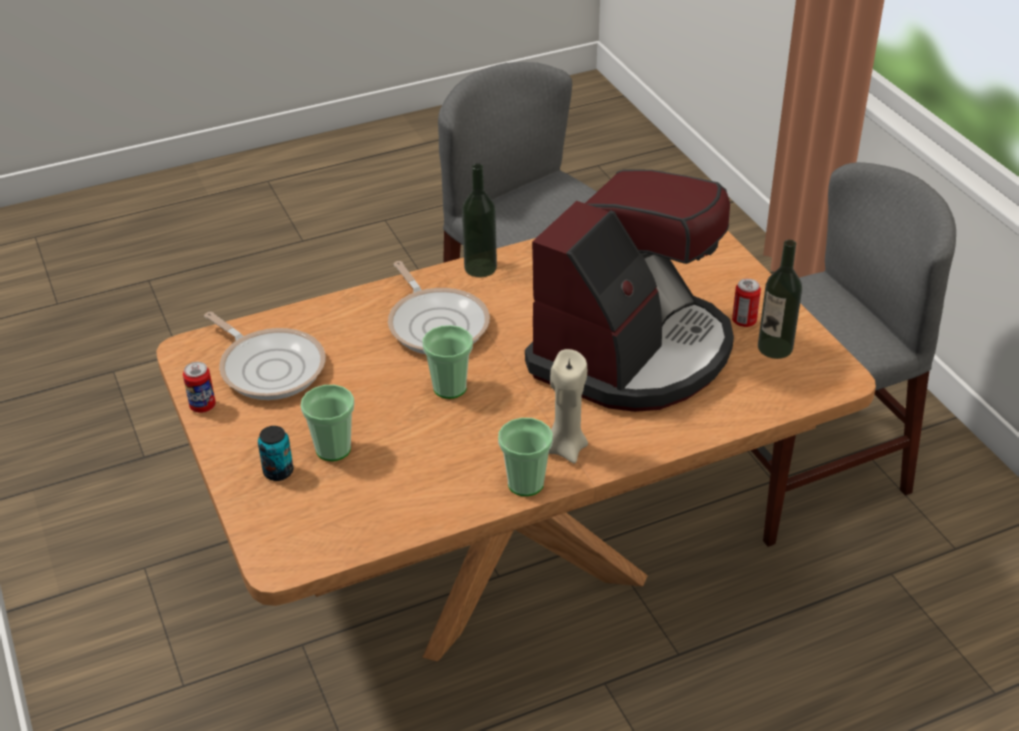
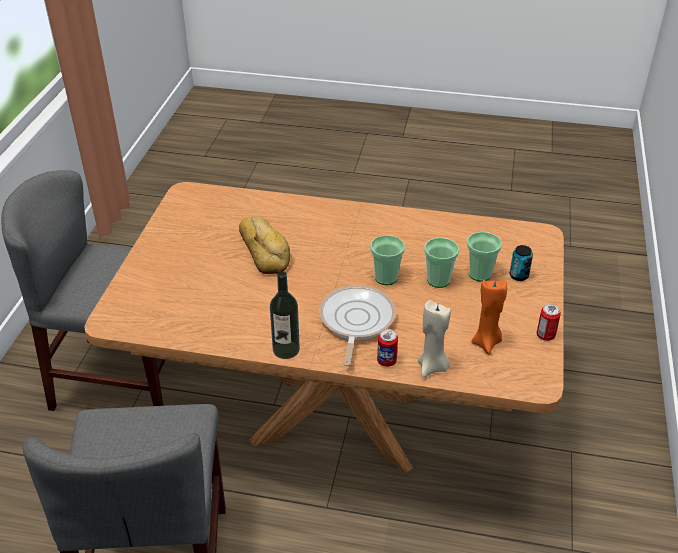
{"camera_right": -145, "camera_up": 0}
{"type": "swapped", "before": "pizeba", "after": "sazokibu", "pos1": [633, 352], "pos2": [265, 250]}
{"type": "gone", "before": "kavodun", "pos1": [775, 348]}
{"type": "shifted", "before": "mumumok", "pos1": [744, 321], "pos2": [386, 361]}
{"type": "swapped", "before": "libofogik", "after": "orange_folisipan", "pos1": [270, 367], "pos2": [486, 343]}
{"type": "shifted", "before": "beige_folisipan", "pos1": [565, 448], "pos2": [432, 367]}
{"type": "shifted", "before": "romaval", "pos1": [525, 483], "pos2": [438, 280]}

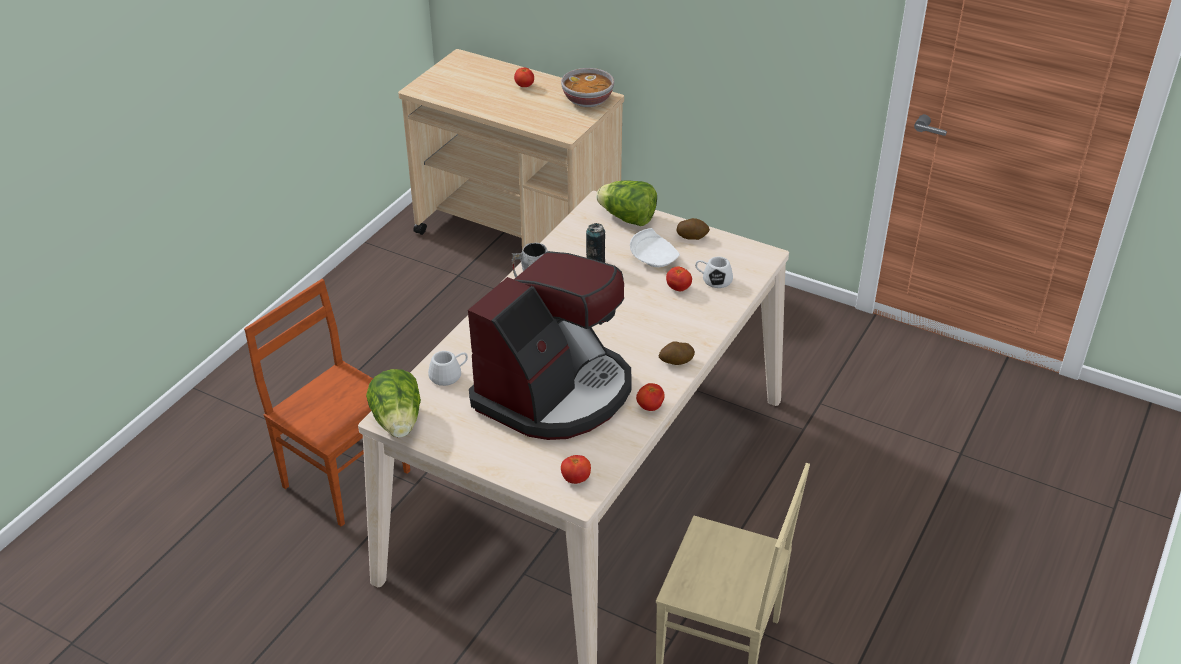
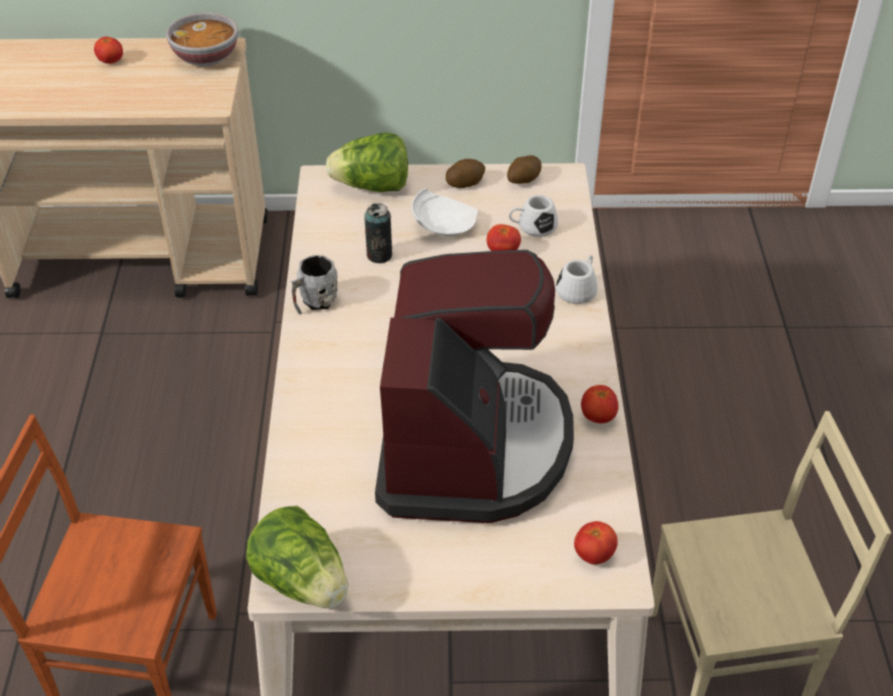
{"camera_right": -30, "camera_up": 5}
{"type": "shifted", "before": "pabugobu", "pos1": [676, 361], "pos2": [523, 180]}
{"type": "shifted", "before": "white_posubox", "pos1": [449, 374], "pos2": [578, 288]}

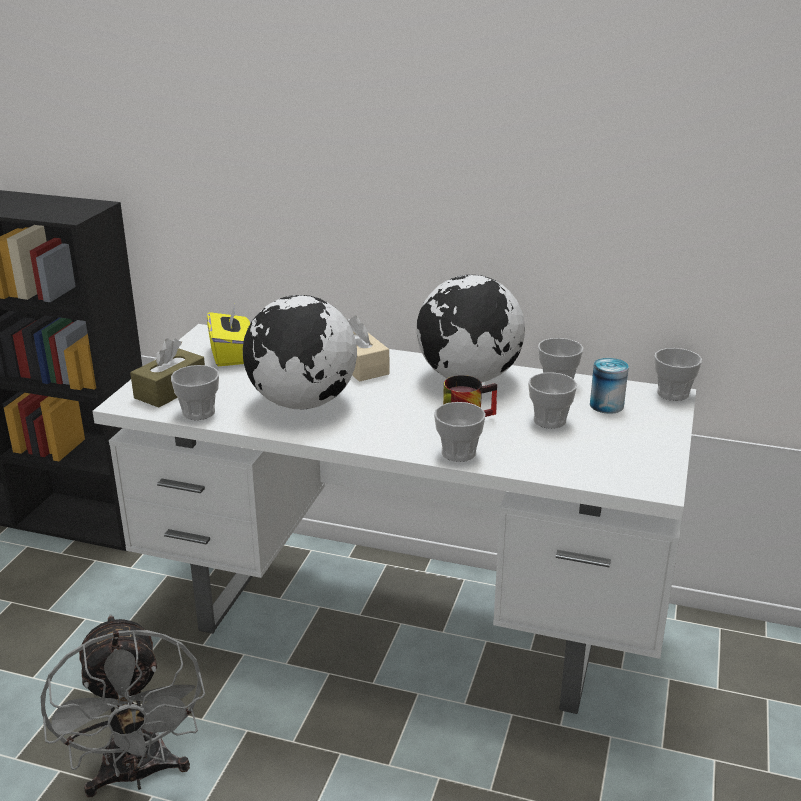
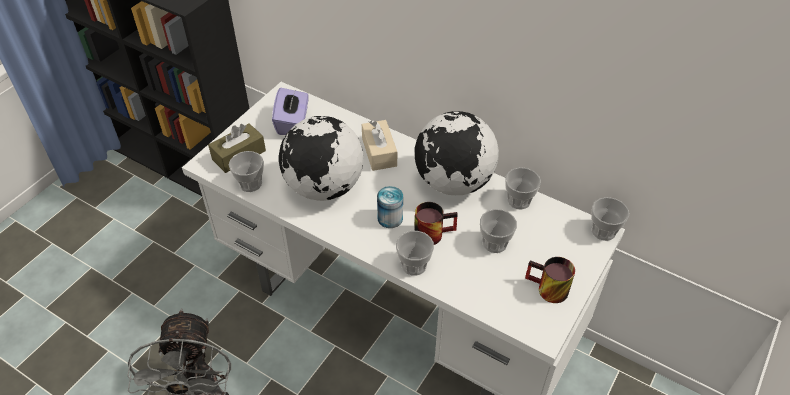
{"camera_right": 15, "camera_up": 20}
{"type": "repainted", "before": "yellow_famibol", "after": "purple_famibol", "pos1": [232, 355], "pos2": [293, 123]}
{"type": "shifted", "before": "mumumok", "pos1": [606, 405], "pos2": [390, 218]}
{"type": "new", "after": "posubox", "pos2": [547, 290]}

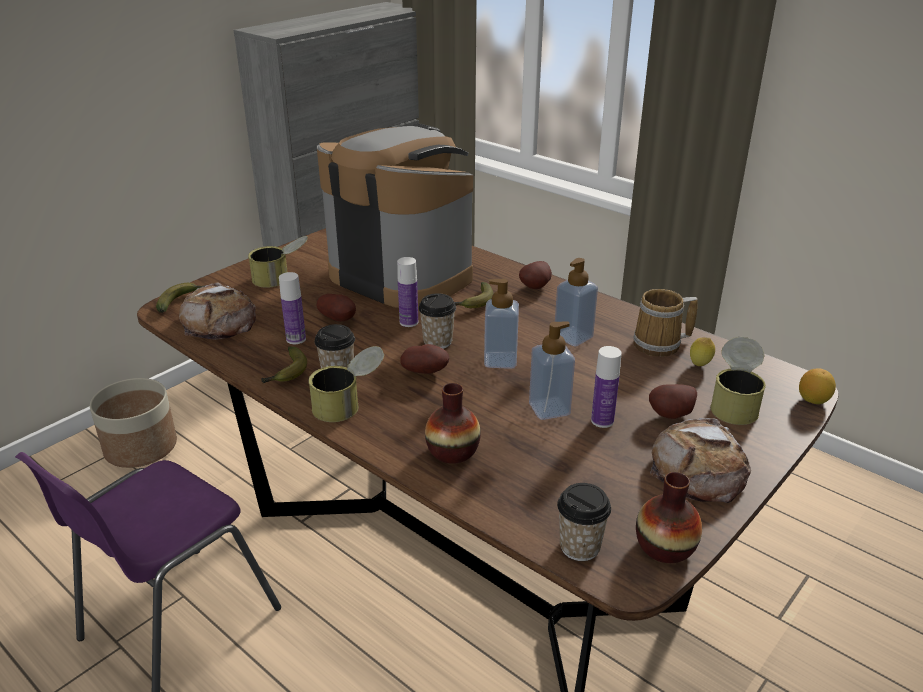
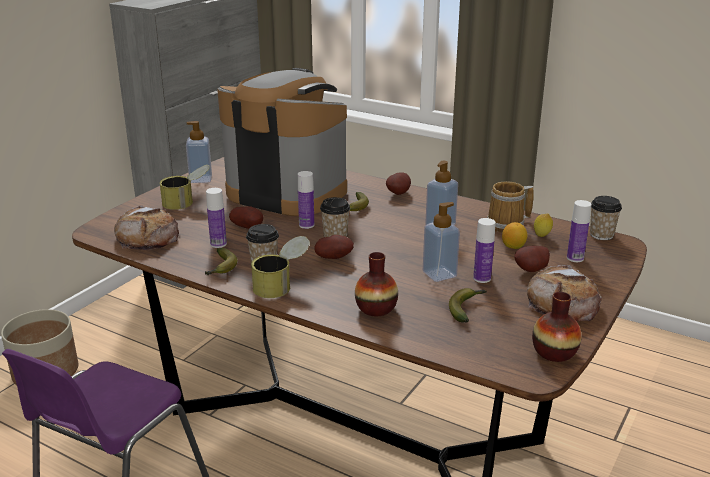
{"camera_right": -10, "camera_up": -5}
{"type": "shifted", "before": "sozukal", "pos1": [500, 360], "pos2": [200, 179]}
{"type": "shifted", "before": "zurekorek", "pos1": [182, 301], "pos2": [467, 308]}
{"type": "swapped", "before": "mumumok", "after": "kavodun", "pos1": [735, 402], "pos2": [575, 258]}
{"type": "shifted", "before": "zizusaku", "pos1": [813, 400], "pos2": [513, 247]}
{"type": "shifted", "before": "romaval", "pos1": [580, 547], "pos2": [601, 235]}

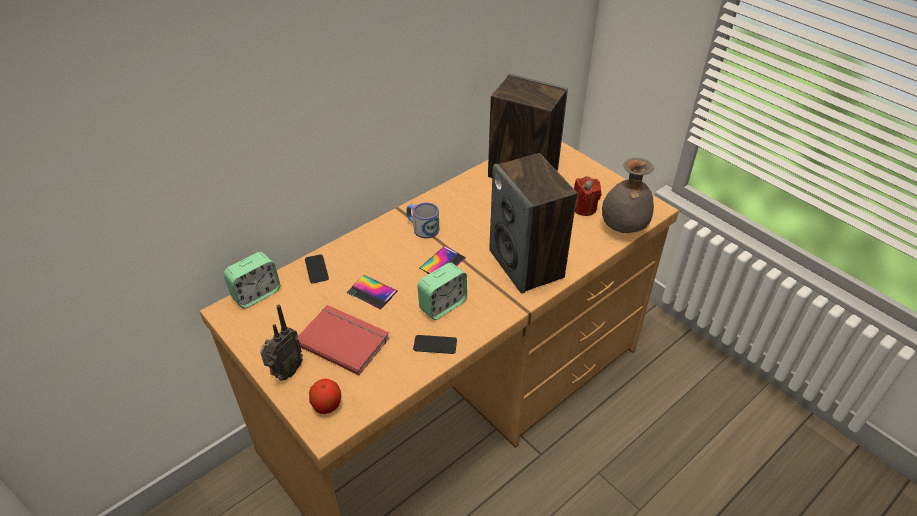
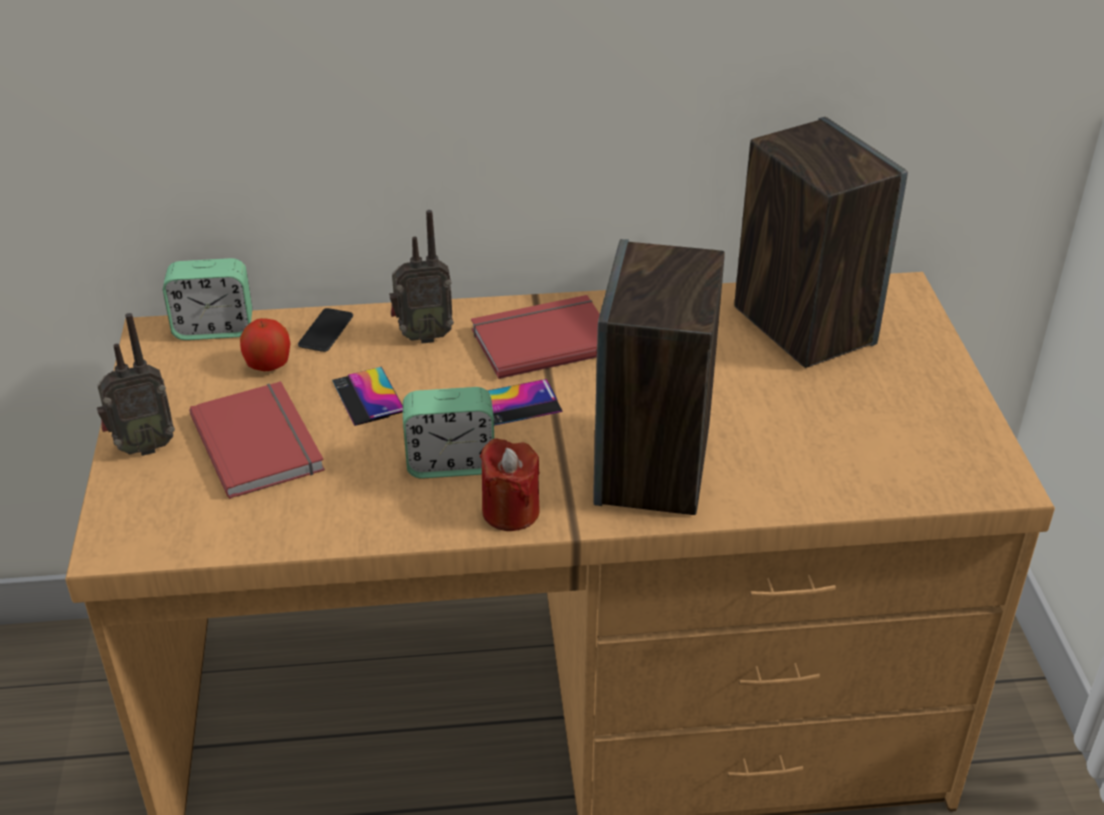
{"camera_right": 35, "camera_up": -5}
{"type": "gone", "before": "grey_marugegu", "pos1": [623, 227]}
{"type": "shifted", "before": "red_folisipan", "pos1": [584, 208], "pos2": [510, 511]}
{"type": "swapped", "before": "posubox", "after": "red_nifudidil", "pos1": [422, 227], "pos2": [542, 339]}
{"type": "gone", "before": "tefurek", "pos1": [435, 345]}
{"type": "shifted", "before": "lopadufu", "pos1": [327, 405], "pos2": [268, 365]}
{"type": "new", "after": "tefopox", "pos2": [422, 336]}

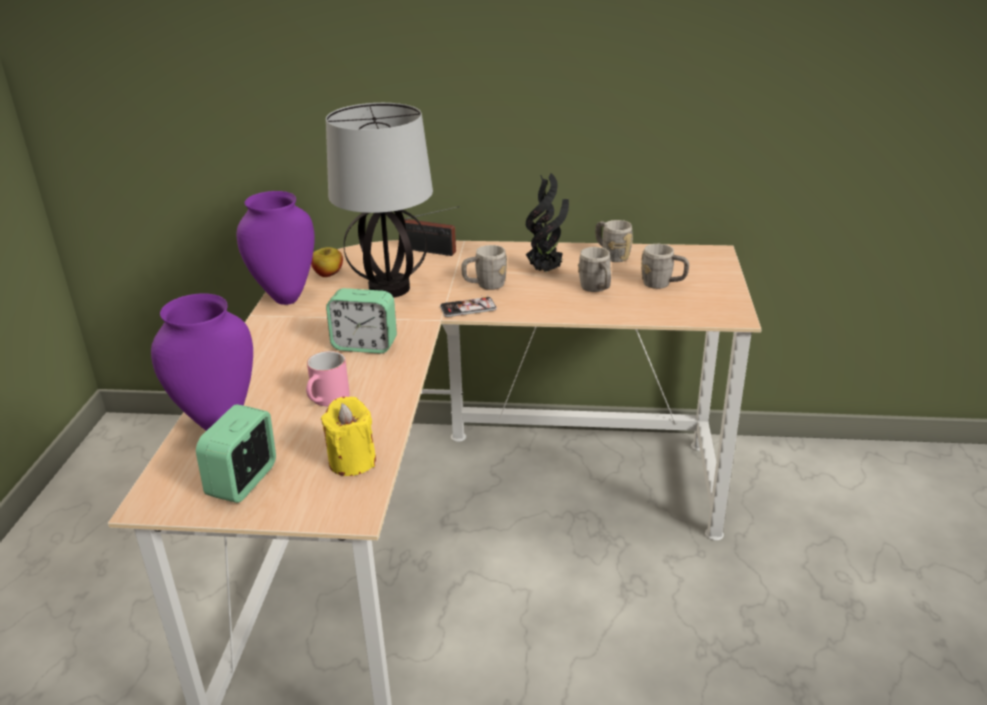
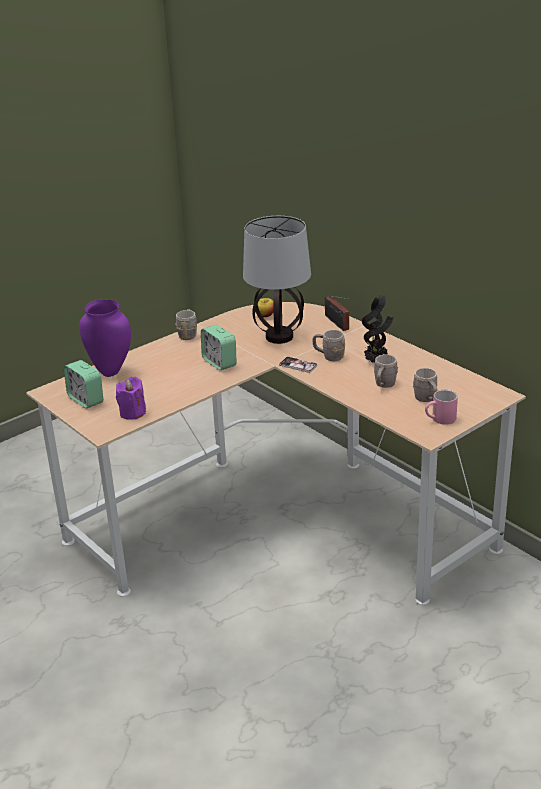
{"camera_right": 45, "camera_up": 0}
{"type": "gone", "before": "purple_marugegu", "pos1": [285, 297]}
{"type": "shifted", "before": "grey_posubox", "pos1": [611, 255], "pos2": [188, 334]}
{"type": "shifted", "before": "pink_posubox", "pos1": [327, 400], "pos2": [440, 420]}
{"type": "repainted", "before": "yellow_folisipan", "after": "purple_folisipan", "pos1": [352, 461], "pos2": [132, 413]}
{"type": "rotated", "before": "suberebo", "pos1": [243, 481], "pos2": [86, 400], "turn": -105}

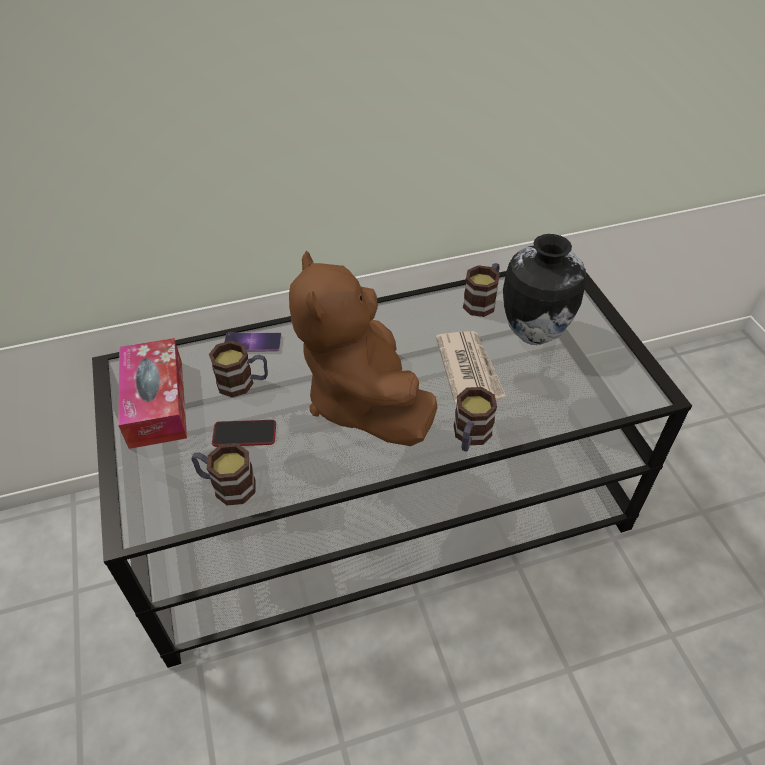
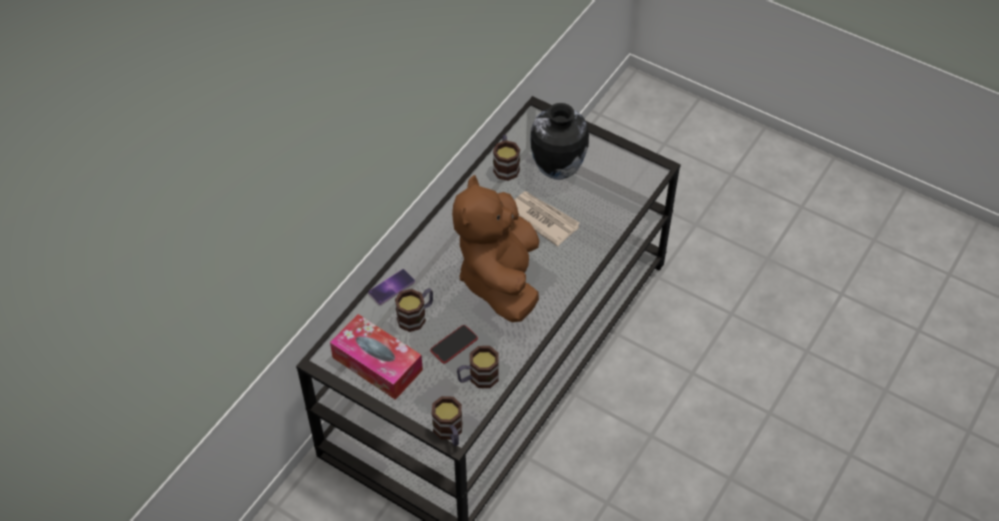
{"camera_right": -40, "camera_up": 5}
{"type": "rotated", "before": "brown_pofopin", "pos1": [362, 400], "pos2": [500, 279], "turn": 60}
{"type": "shifted", "before": "posubox", "pos1": [470, 437], "pos2": [450, 432]}

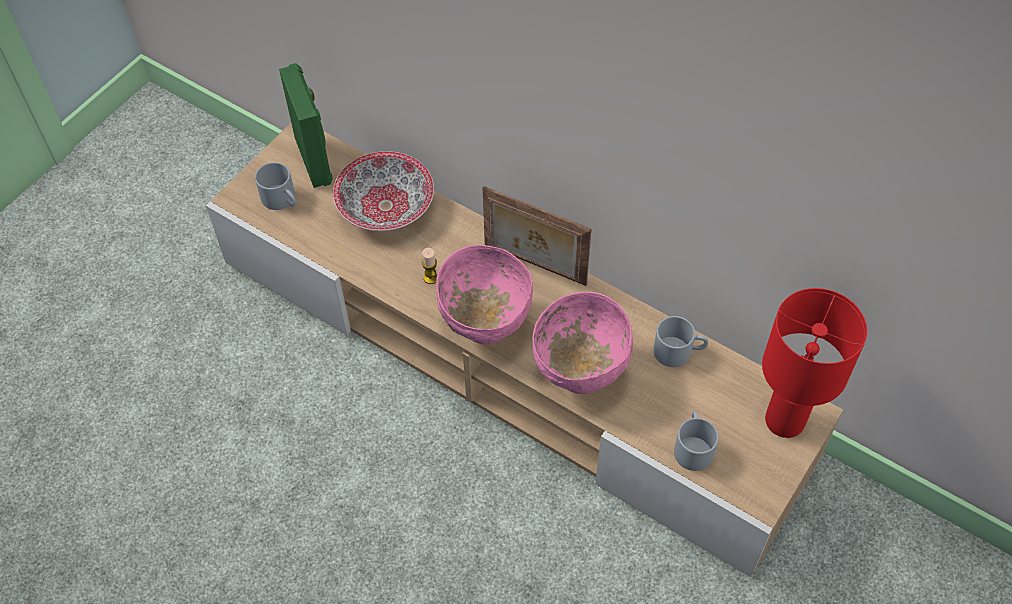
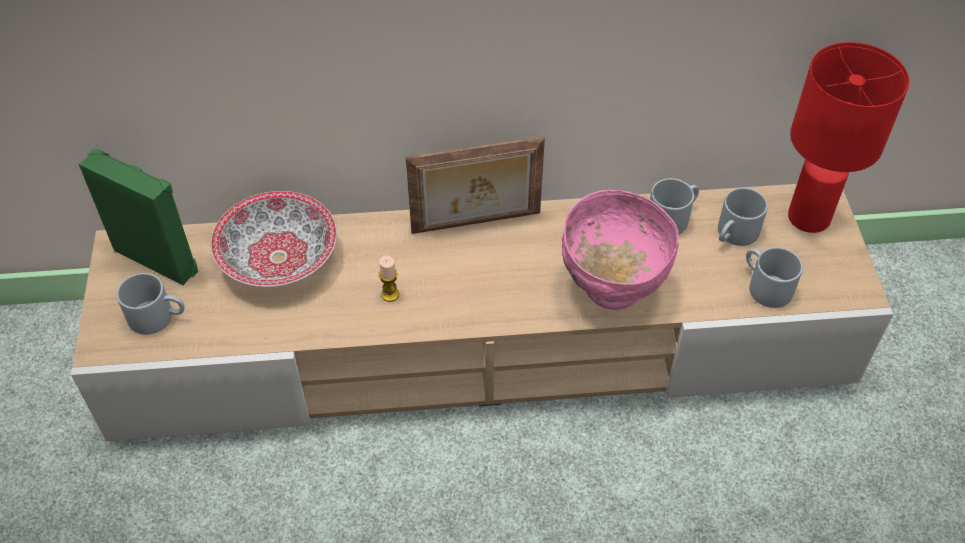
{"camera_right": -40, "camera_up": -5}
{"type": "gone", "before": "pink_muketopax", "pos1": [485, 325]}
{"type": "new", "after": "grey_posubox", "pos2": [734, 235]}

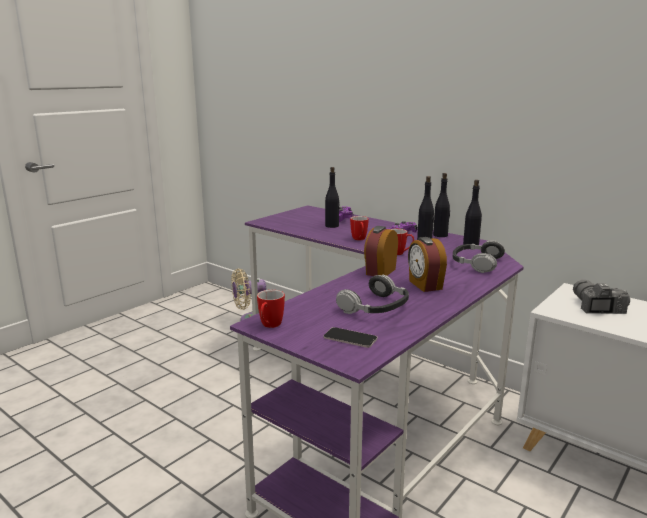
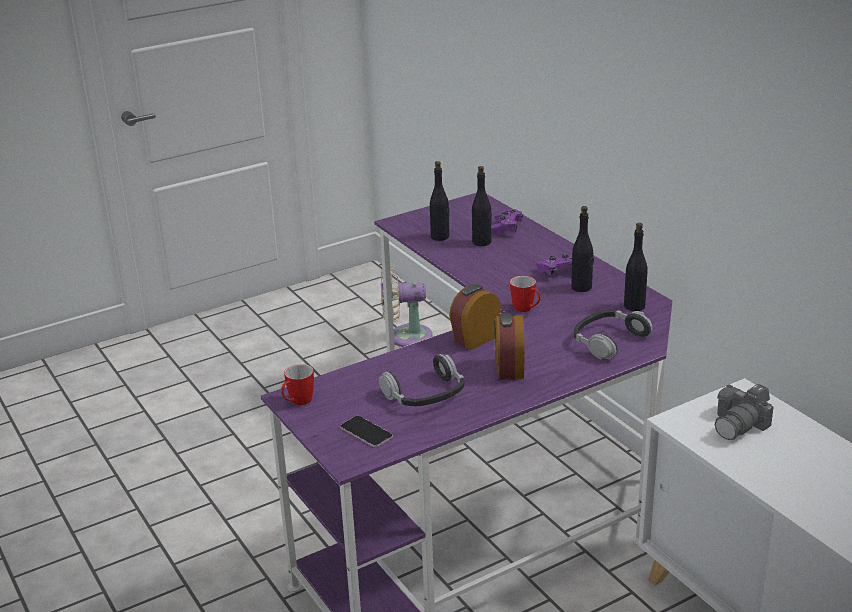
{"camera_right": 20, "camera_up": 10}
{"type": "shifted", "before": "black_kavodun", "pos1": [440, 235], "pos2": [440, 237]}
{"type": "gone", "before": "posubox", "pos1": [359, 239]}
{"type": "rotated", "before": "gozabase", "pos1": [595, 307], "pos2": [740, 425], "turn": -150}

